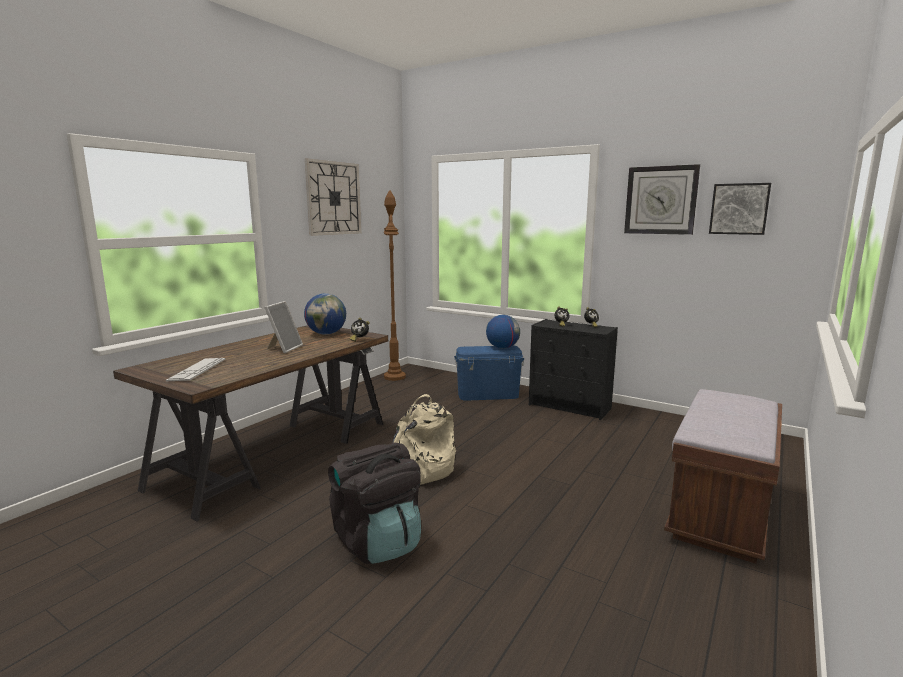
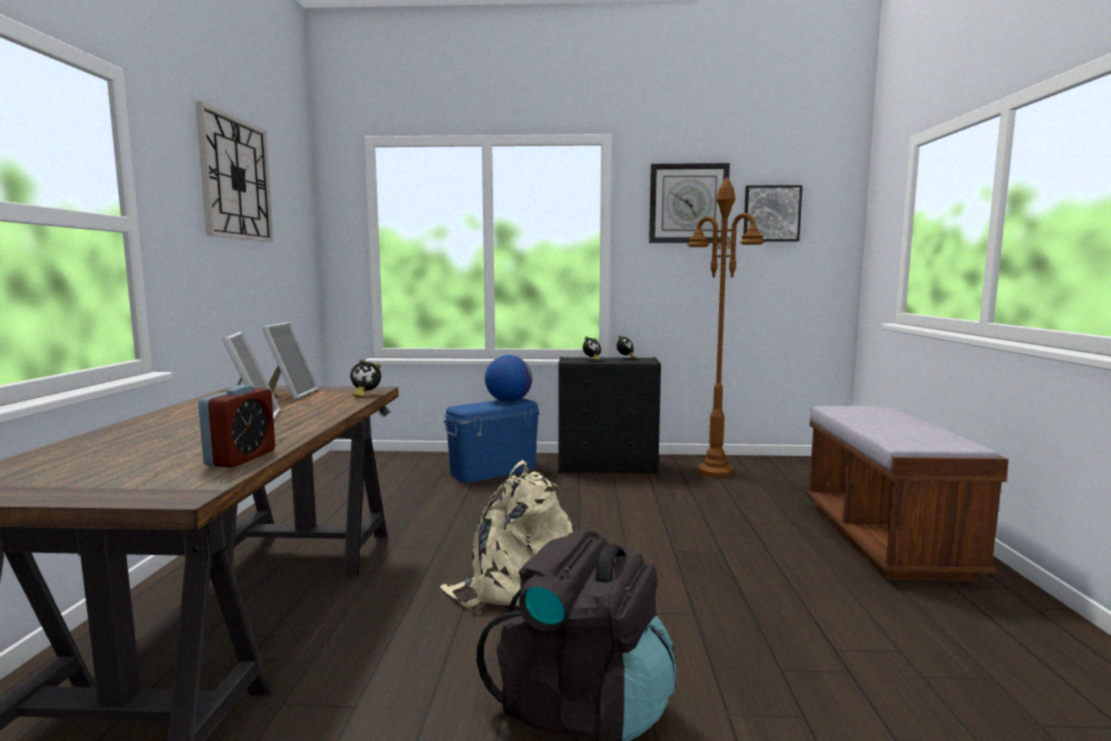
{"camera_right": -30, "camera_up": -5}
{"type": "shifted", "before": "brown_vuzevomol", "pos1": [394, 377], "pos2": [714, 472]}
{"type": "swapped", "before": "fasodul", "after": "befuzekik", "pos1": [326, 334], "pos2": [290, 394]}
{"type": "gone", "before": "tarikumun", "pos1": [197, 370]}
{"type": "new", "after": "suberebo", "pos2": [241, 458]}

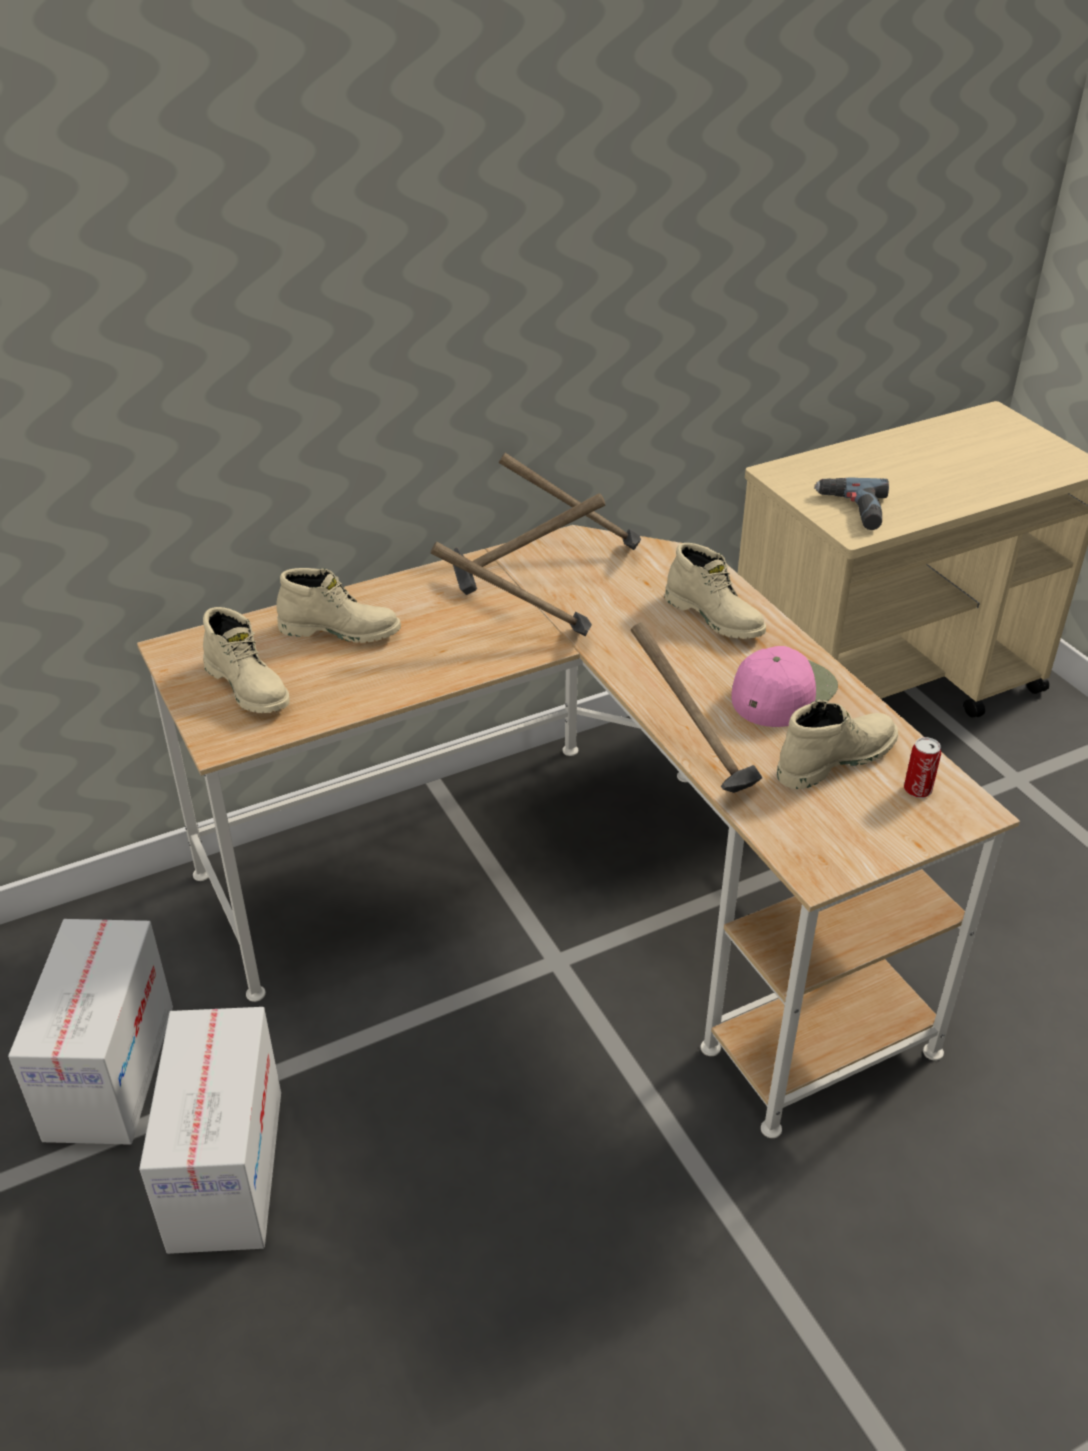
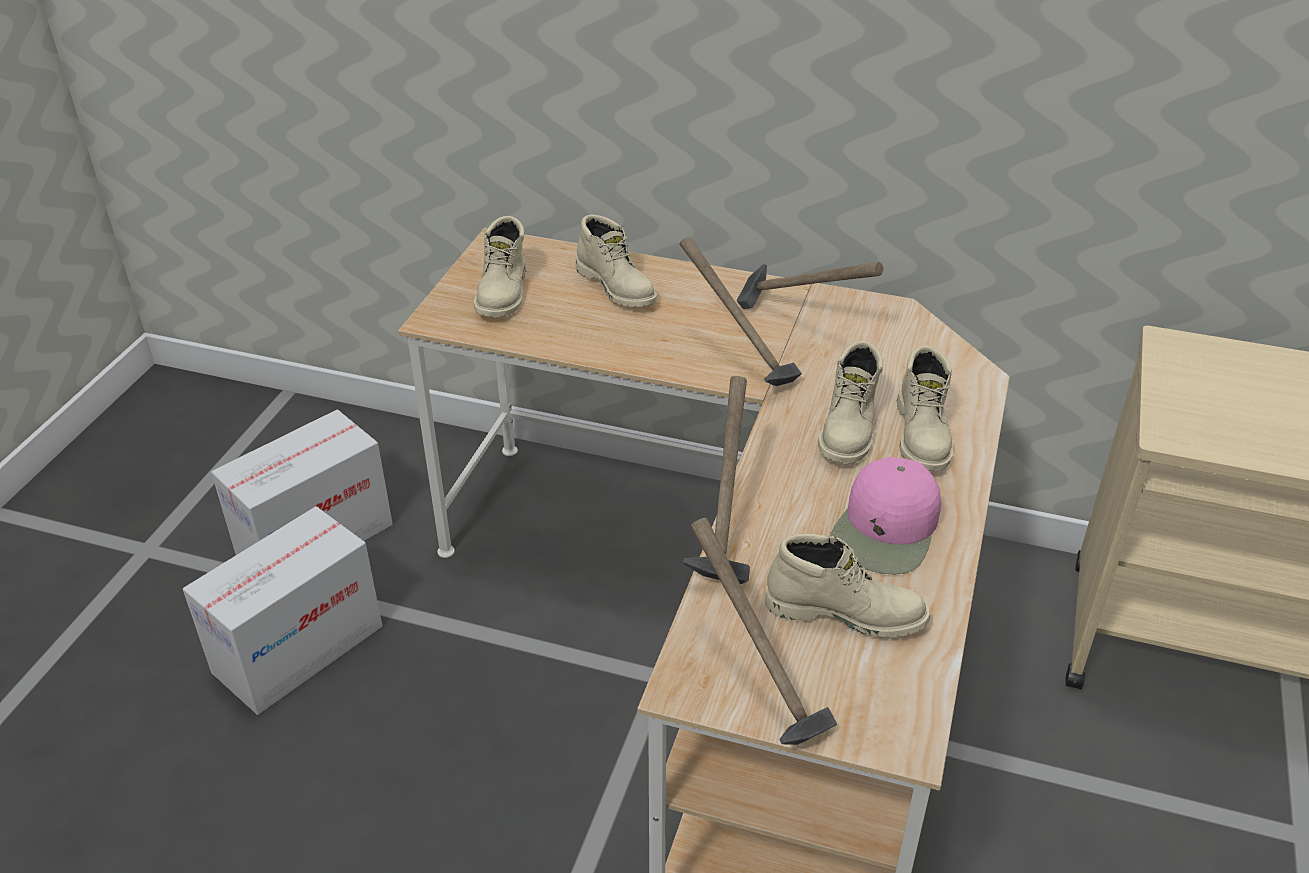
{"camera_right": 45, "camera_up": 0}
{"type": "shifted", "before": "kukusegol", "pos1": [577, 547], "pos2": [754, 687]}
{"type": "gone", "before": "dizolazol", "pos1": [852, 510]}
{"type": "rotated", "before": "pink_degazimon", "pos1": [782, 692], "pos2": [886, 530], "turn": 120}
{"type": "gone", "before": "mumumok", "pos1": [917, 790]}
{"type": "new", "after": "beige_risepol", "pos2": [850, 429]}

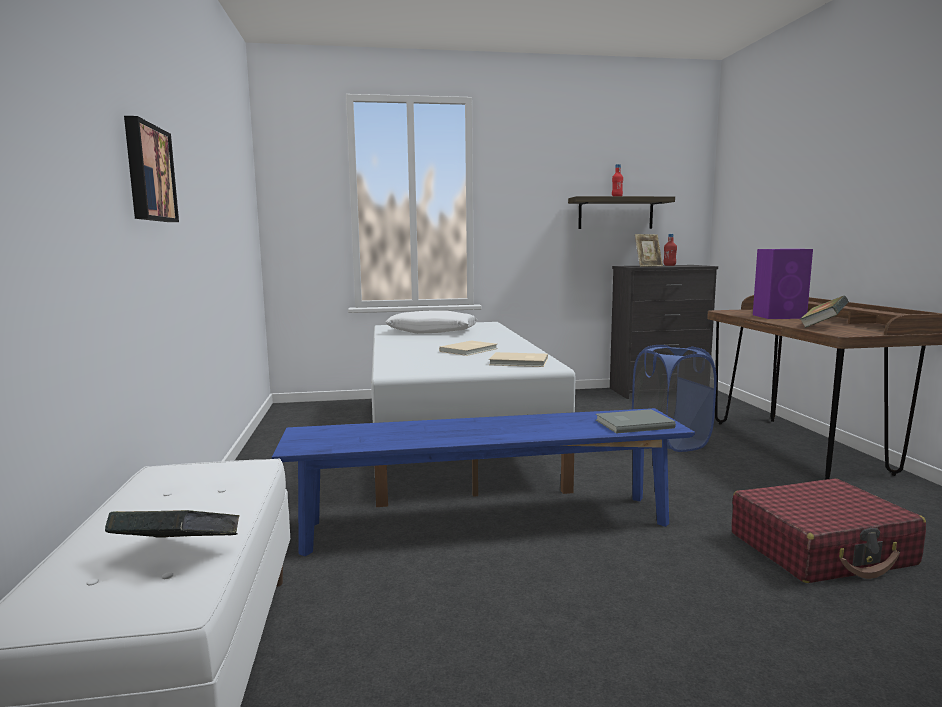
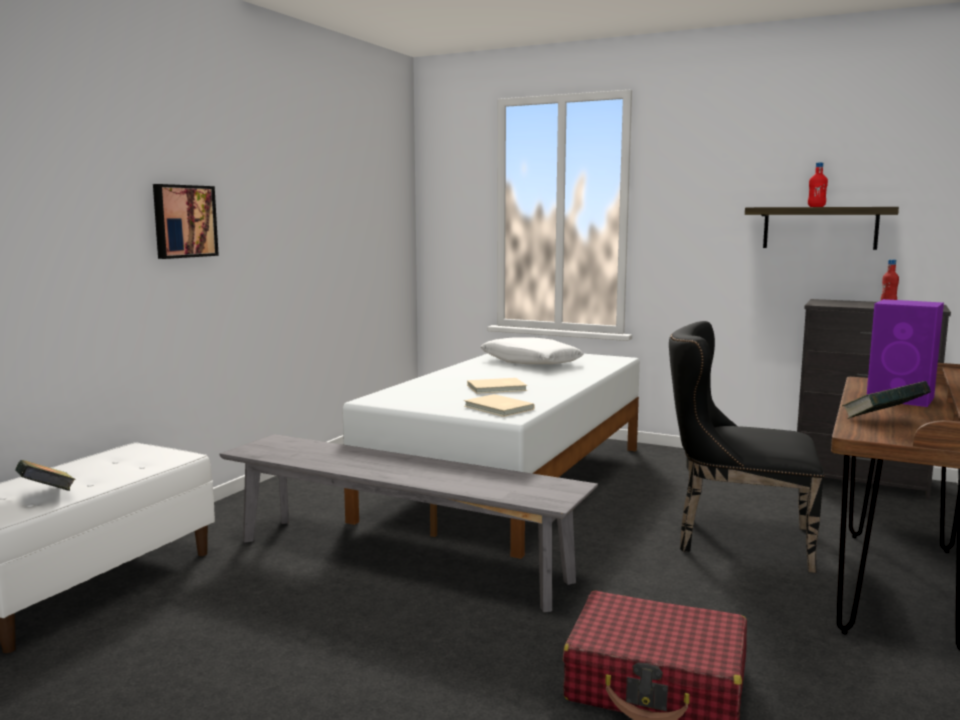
{"camera_right": 35, "camera_up": 0}
{"type": "gone", "before": "befuzekik", "pos1": [648, 266]}
{"type": "swapped", "before": "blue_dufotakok", "after": "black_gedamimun", "pos1": [670, 442], "pos2": [734, 540]}
{"type": "repainted", "before": "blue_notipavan", "after": "grey_notipavan", "pos1": [486, 524], "pos2": [399, 560]}
{"type": "gone", "before": "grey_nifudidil", "pos1": [632, 423]}

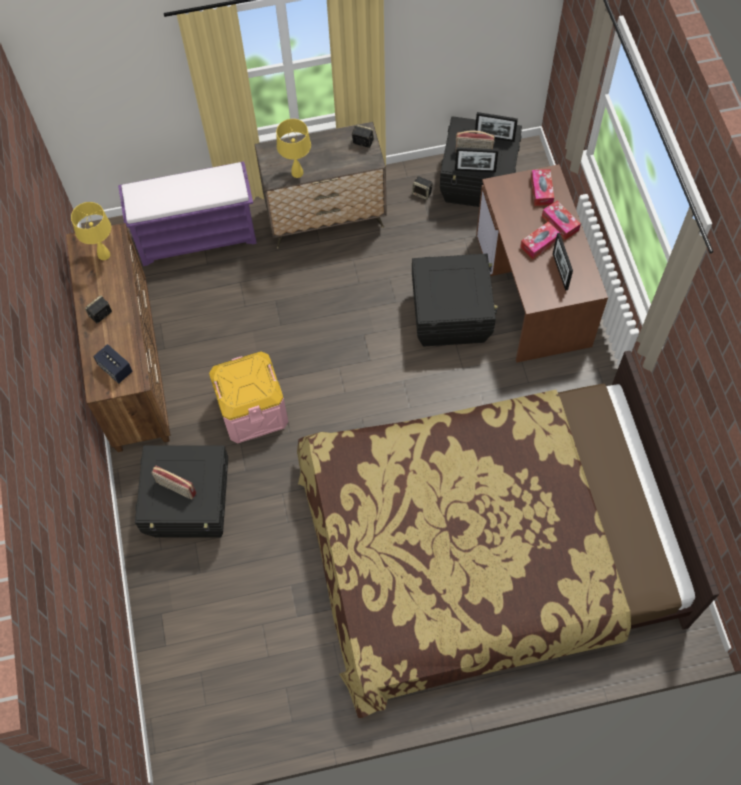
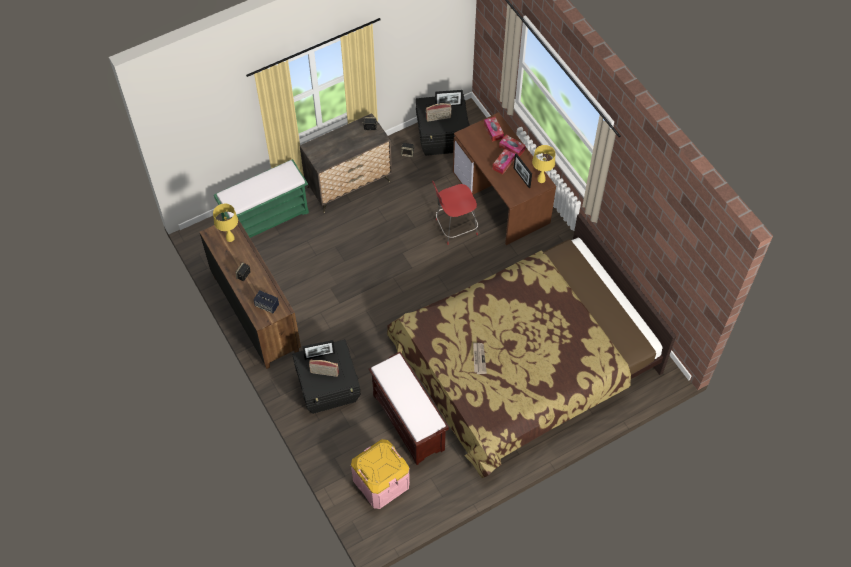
{"camera_right": -20, "camera_up": -5}
{"type": "shifted", "before": "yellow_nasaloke", "pos1": [297, 173], "pos2": [541, 179]}
{"type": "shifted", "before": "befuzekik", "pos1": [475, 170], "pos2": [319, 355]}
{"type": "repainted", "before": "purple_notipavan", "after": "green_notipavan", "pos1": [198, 237], "pos2": [267, 218]}
{"type": "swapped", "before": "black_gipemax", "after": "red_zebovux", "pos1": [451, 317], "pos2": [454, 227]}
{"type": "shifted", "before": "pink_gipemax", "pos1": [252, 410], "pos2": [381, 482]}
{"type": "new", "after": "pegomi", "pos2": [478, 358]}
{"type": "new", "after": "brown_notipavan", "pos2": [409, 422]}

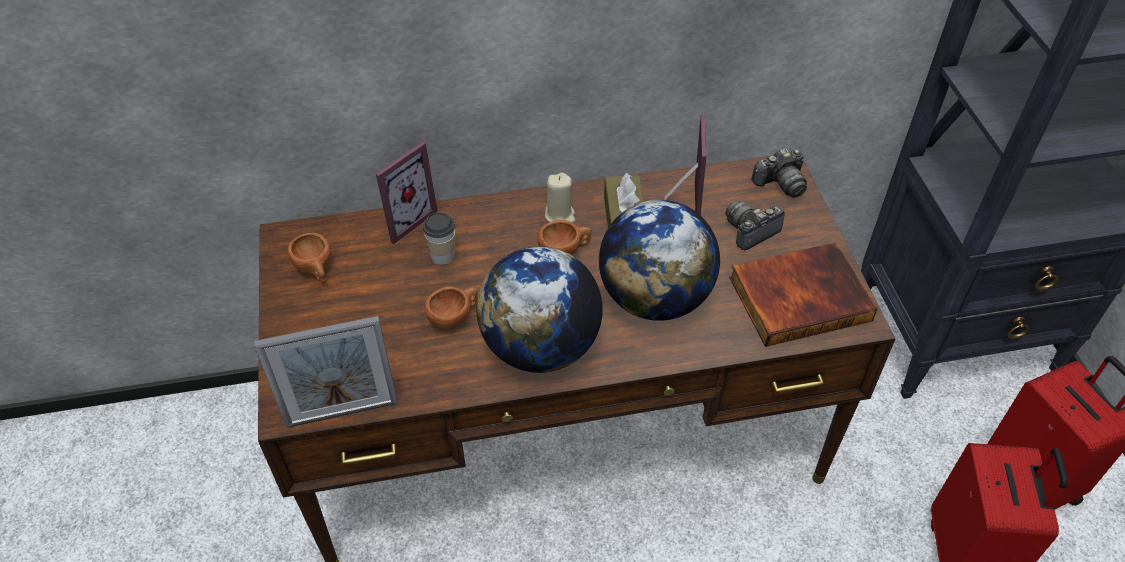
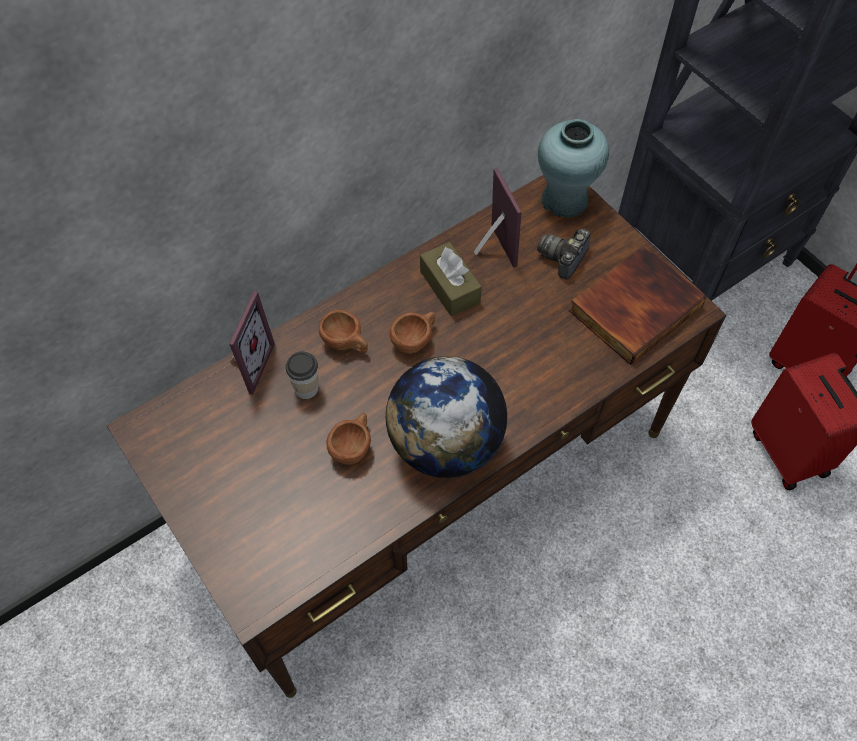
{"camera_right": -25, "camera_up": 10}
{"type": "swapped", "before": "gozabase", "after": "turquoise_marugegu", "pos1": [780, 183], "pos2": [564, 200]}
{"type": "gone", "before": "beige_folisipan", "pos1": [560, 215]}
{"type": "gone", "before": "fasodul", "pos1": [655, 298]}
{"type": "shifted", "before": "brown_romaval", "pos1": [316, 270], "pos2": [346, 343]}
{"type": "gone", "before": "befuzekik", "pos1": [342, 413]}

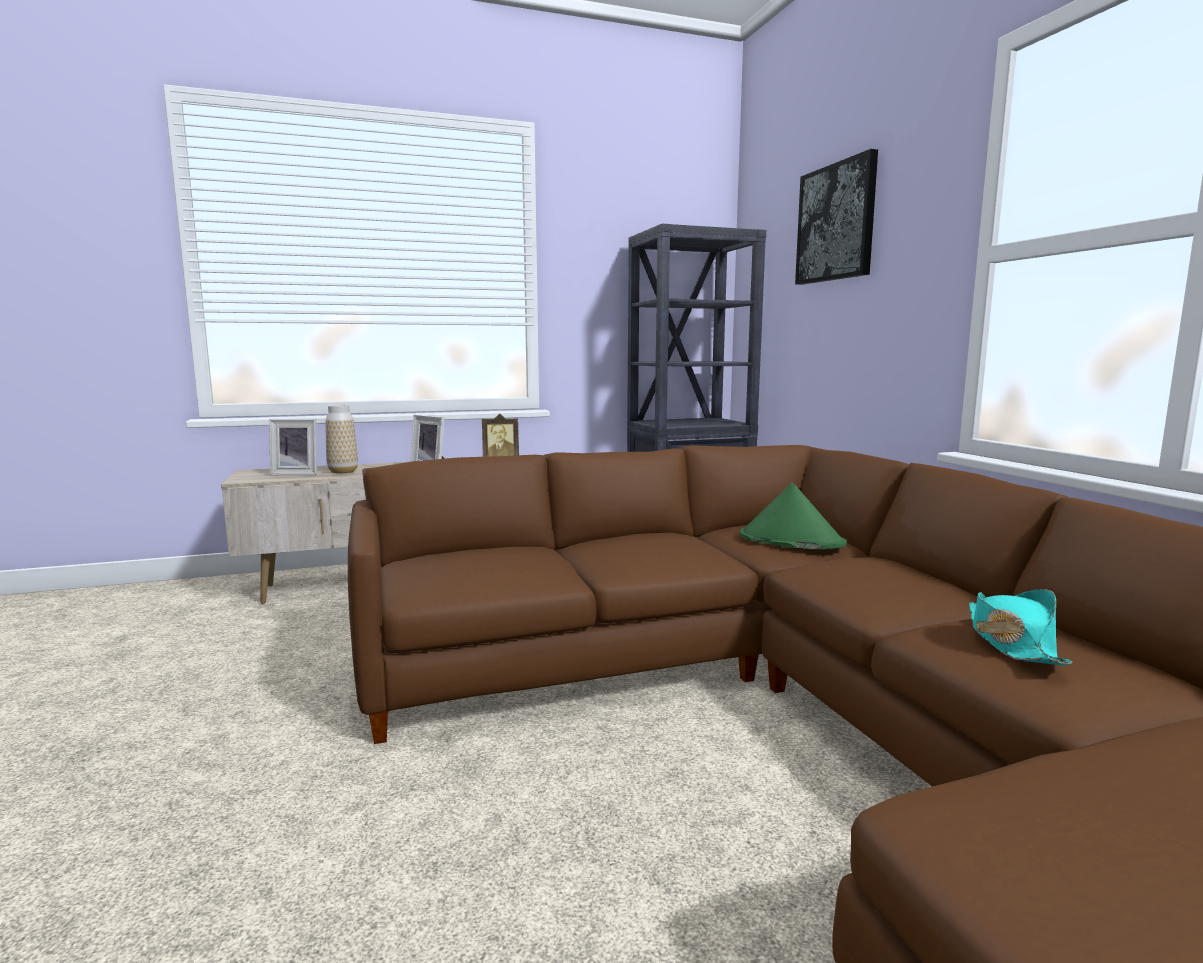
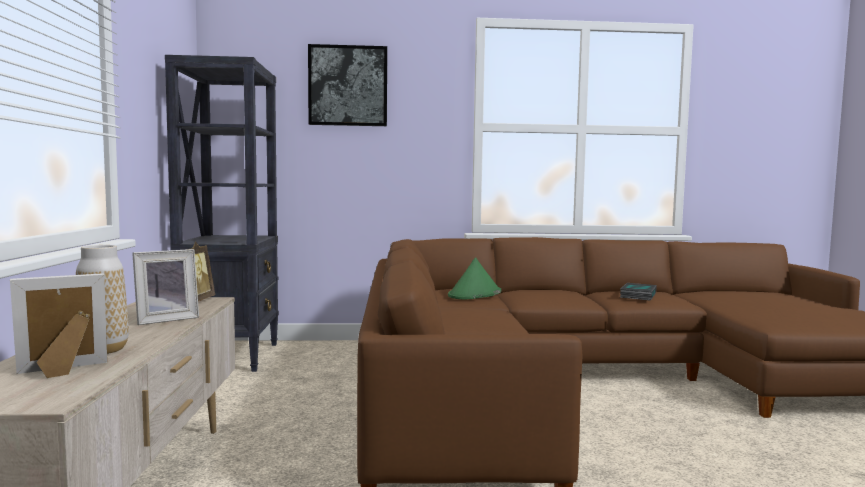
{"camera_right": -75, "camera_up": -5}
{"type": "rotated", "before": "befuzekik", "pos1": [297, 473], "pos2": [63, 371], "turn": -135}
{"type": "swapped", "before": "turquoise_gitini", "after": "nifudidil", "pos1": [1011, 642], "pos2": [637, 295]}

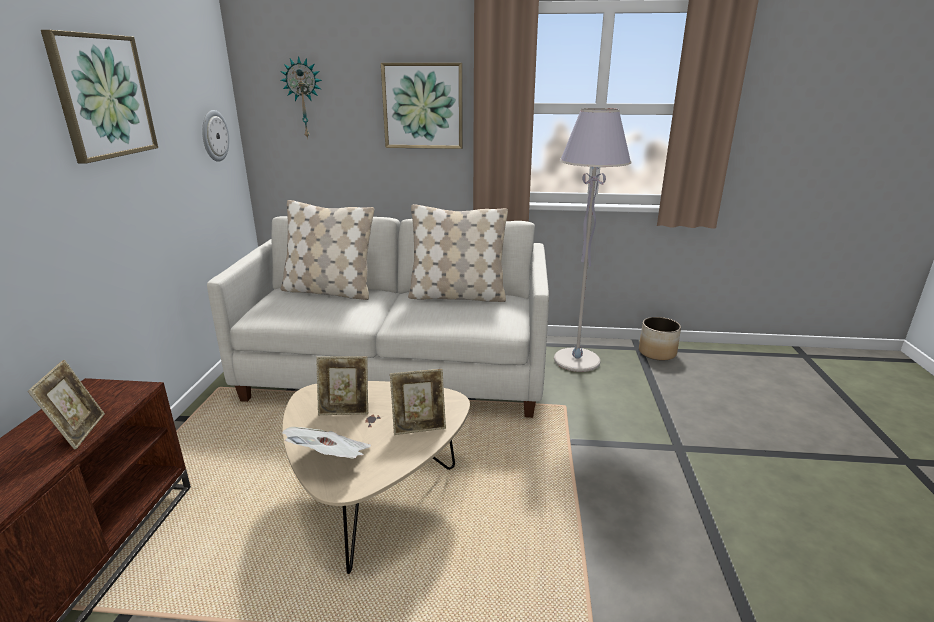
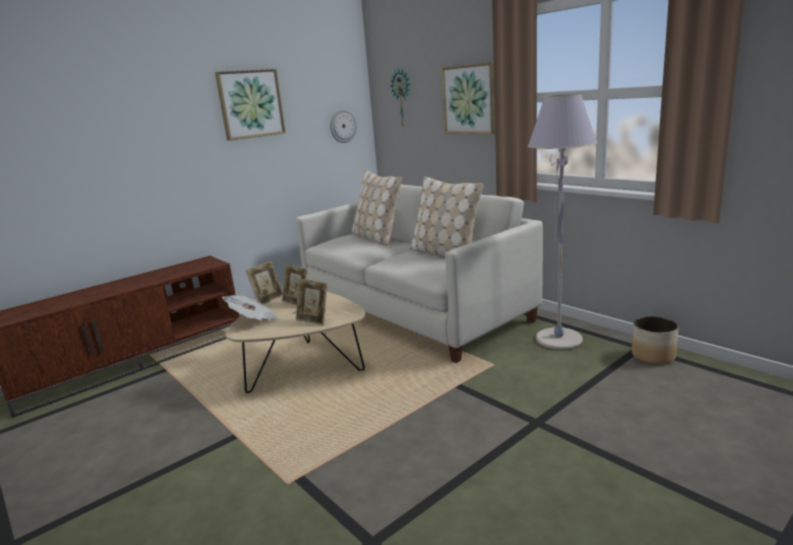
{"camera_right": 45, "camera_up": -5}
{"type": "shifted", "before": "befuzekik", "pos1": [79, 432], "pos2": [268, 299]}

